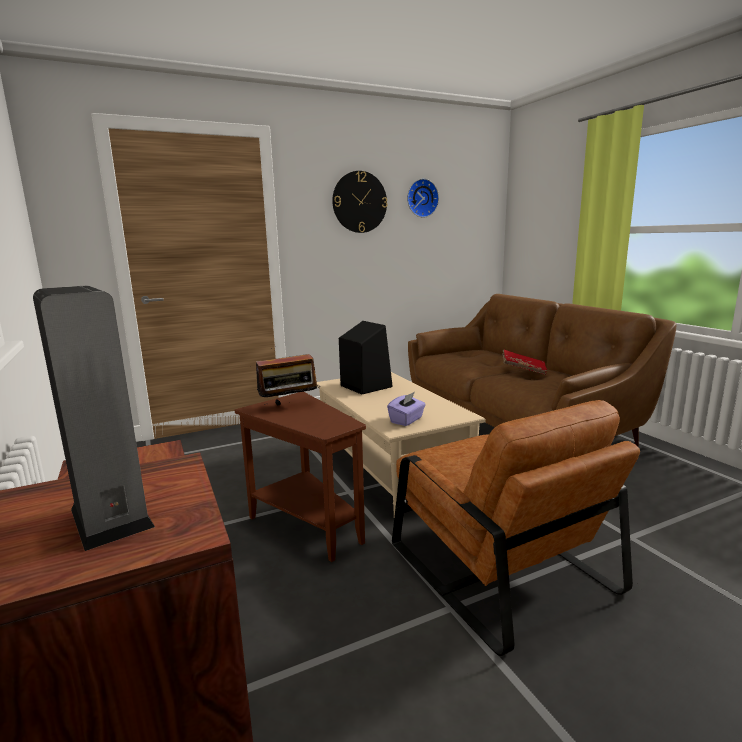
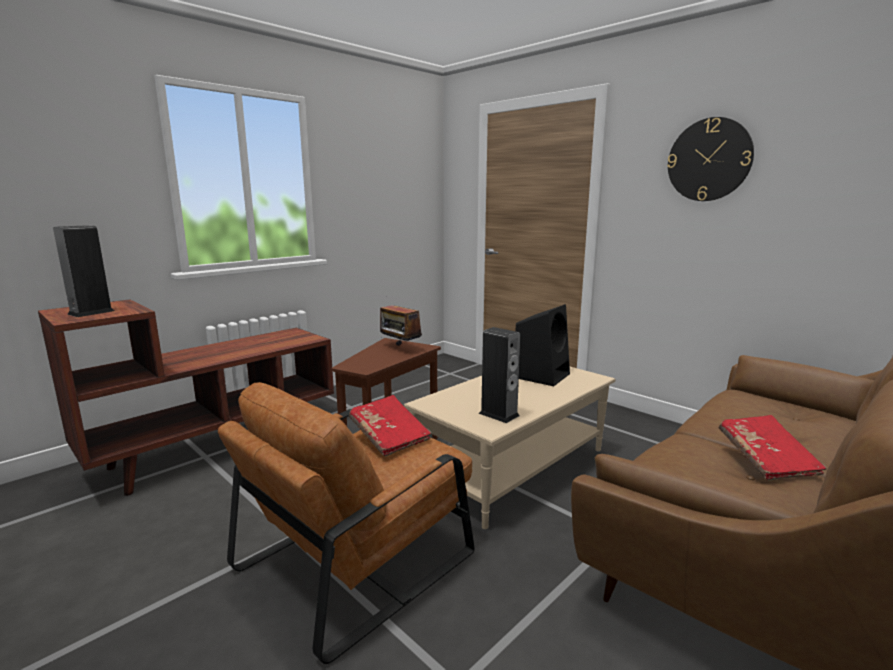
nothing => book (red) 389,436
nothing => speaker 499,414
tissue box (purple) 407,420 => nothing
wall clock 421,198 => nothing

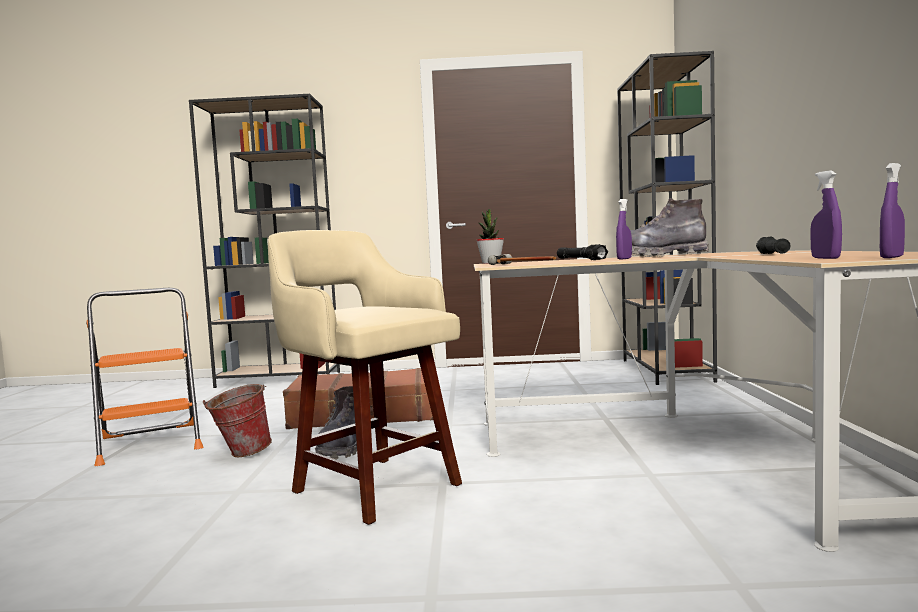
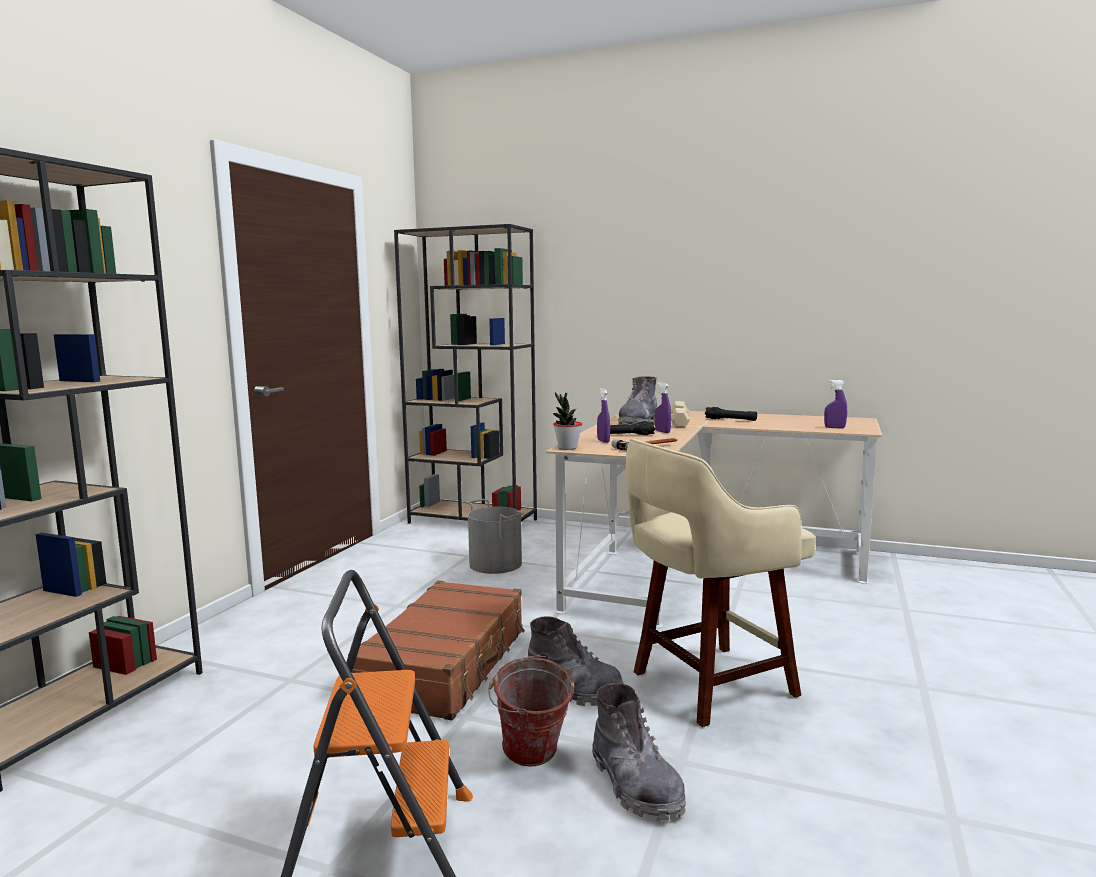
nothing => bucket (grey) 496,564
nothing => boot (grey) 636,785
spray bottle (purple) 891,257 => spray bottle (purple) 603,441, shifted
nothing => dumbbell (beige) 679,423

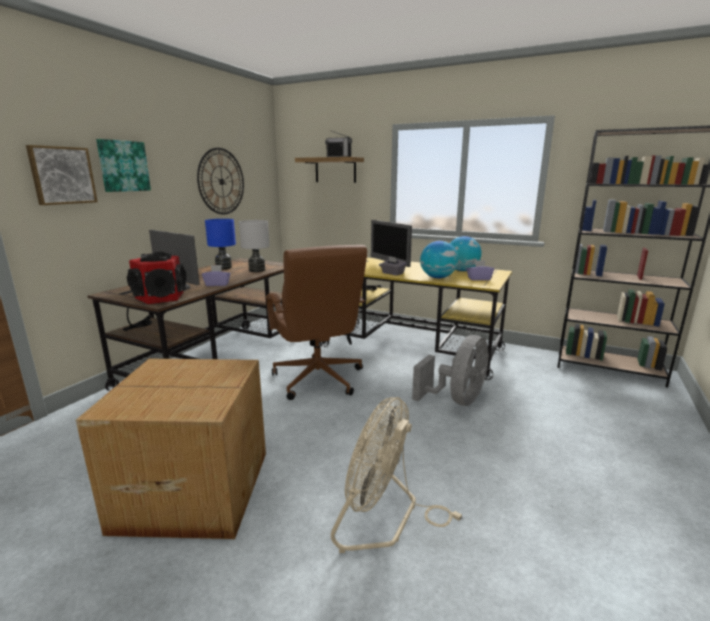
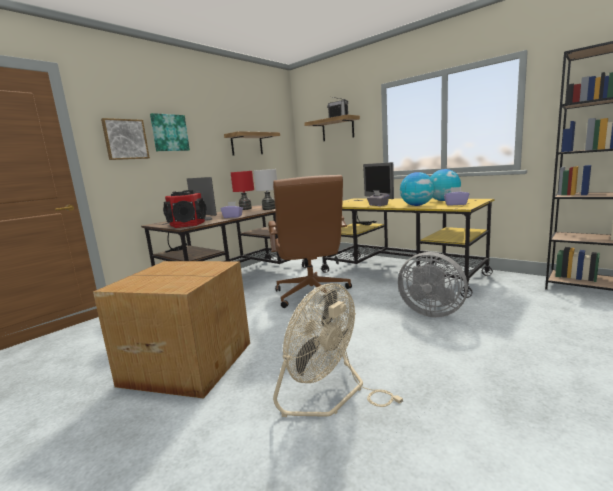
wall clock 221,181 => shelf 247,144
table lamp (blue) 223,267 => table lamp (red) 245,209
fan (grey) 457,400 => fan (grey) 430,312, 75 degrees clockwise

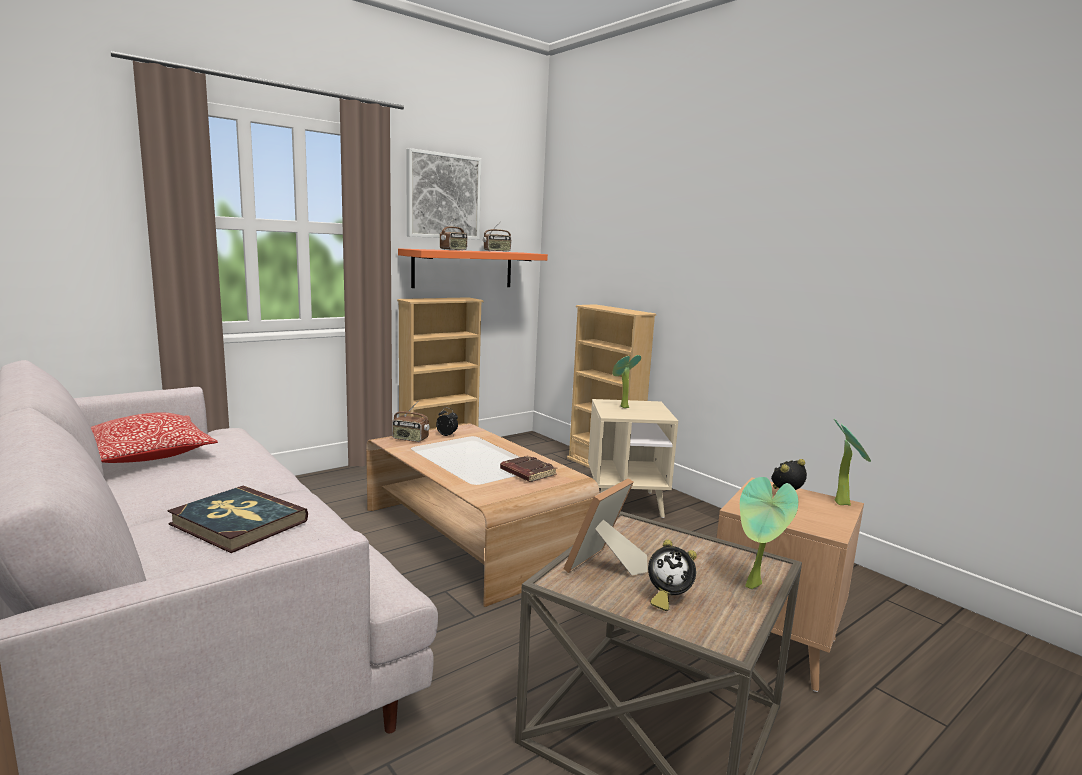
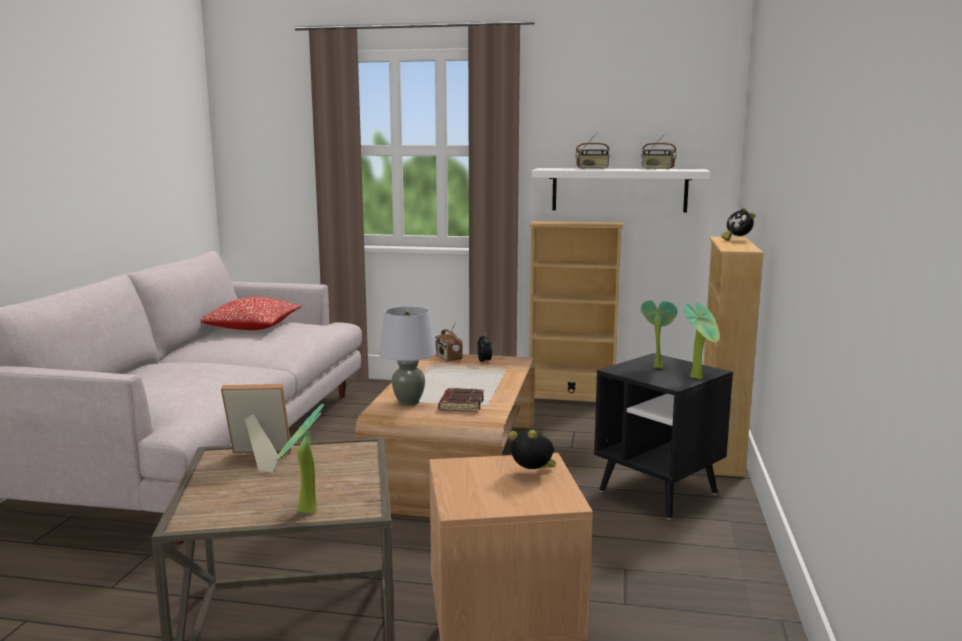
nothing => table lamp (grey) 408,402
shelf (orange) 463,269 => shelf (white) 619,190
side table (beige) 625,503 => side table (black) 658,492
potted plant 843,503 => potted plant 699,377, shifted
alarm clock 667,598 => alarm clock 737,240, shifted
book 238,523 => nothing
picture 443,196 => nothing

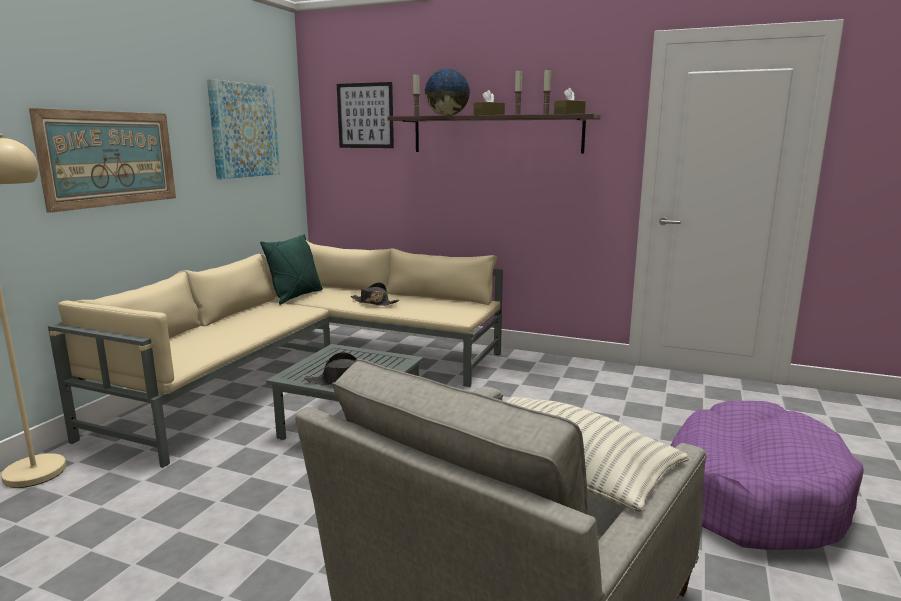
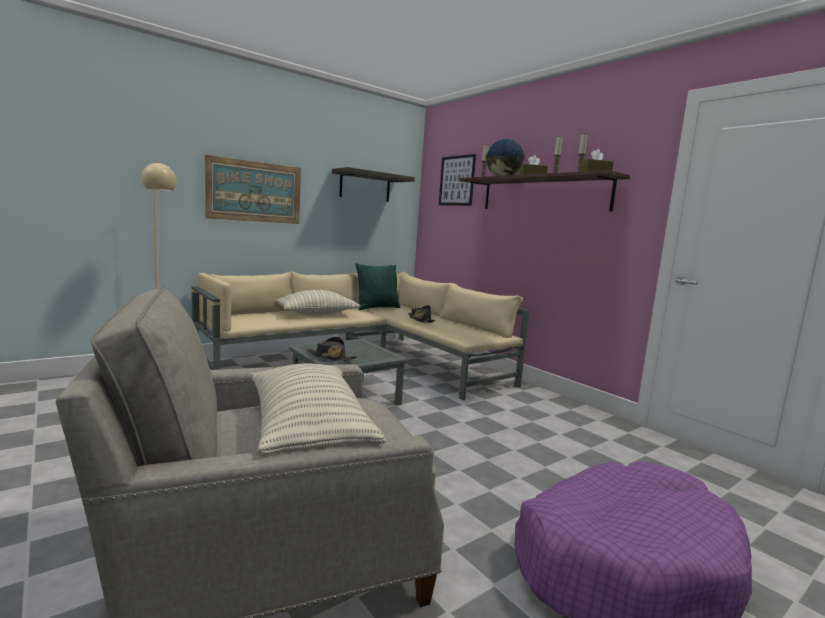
nothing => pillow 316,314
picture 244,130 => shelf 365,186

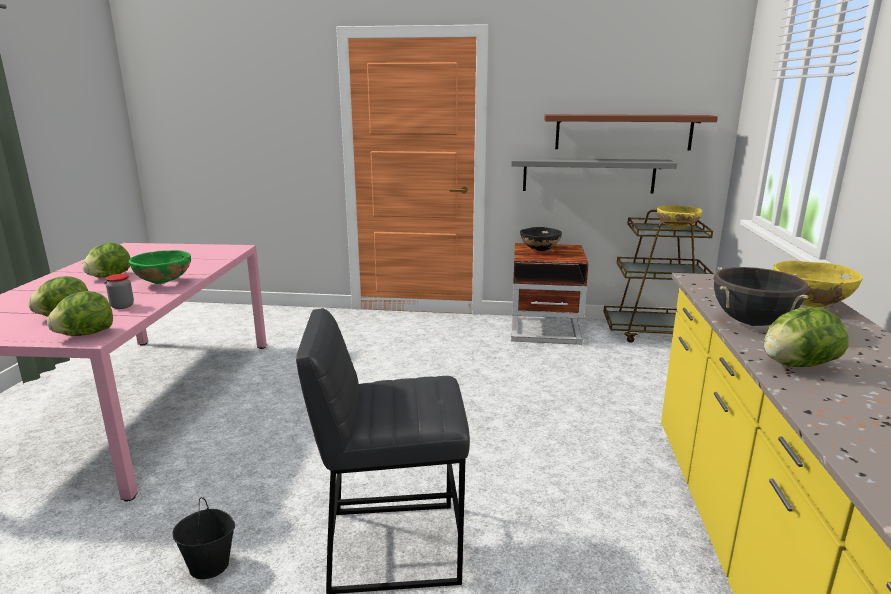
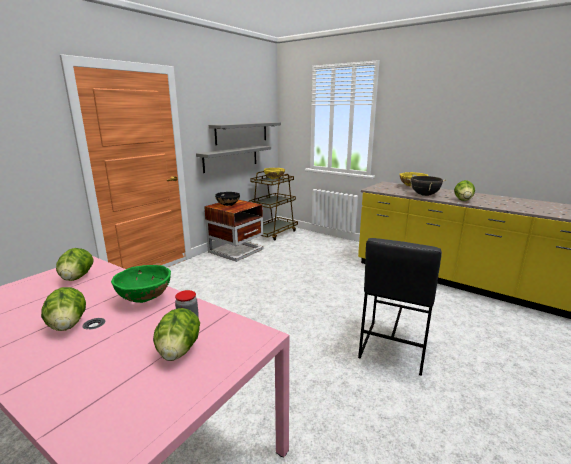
lettuce 85,334 => lettuce 77,278, shifted
shelf (brown) 623,132 => shelf (grey) 242,133
bucket (black) 210,565 => nothing

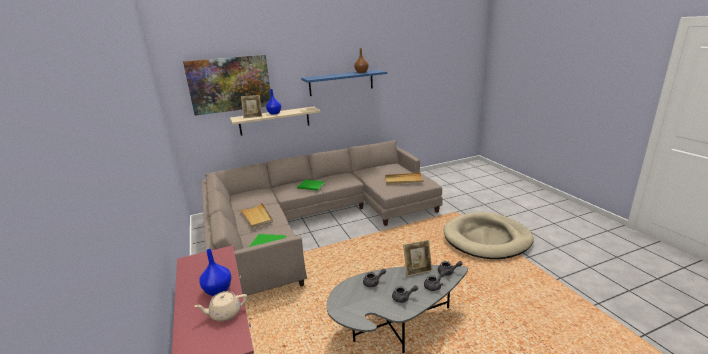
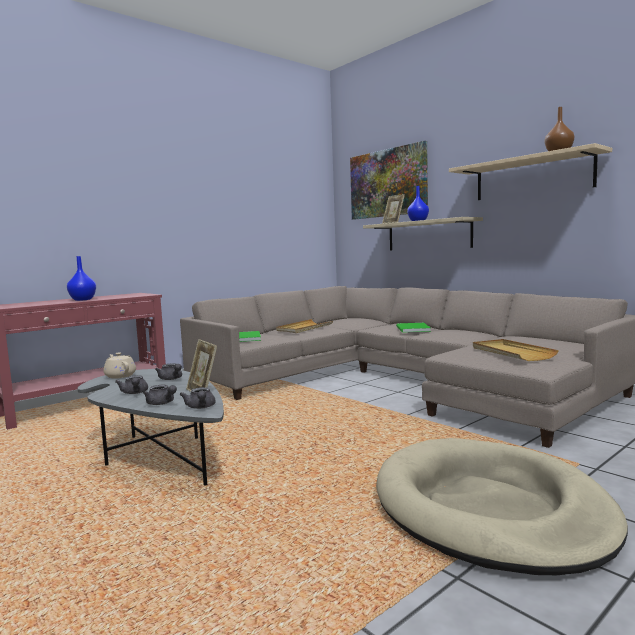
teapot (beige) 225,314 => teapot (beige) 120,376, shifted
shelf (blue) 341,82 => shelf (beige) 532,177

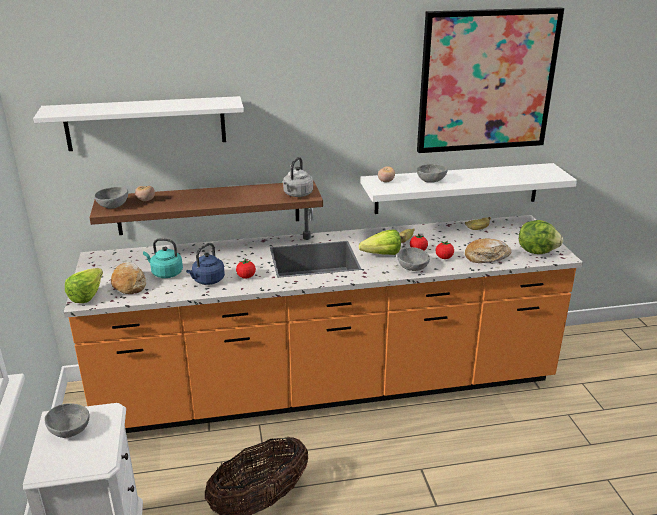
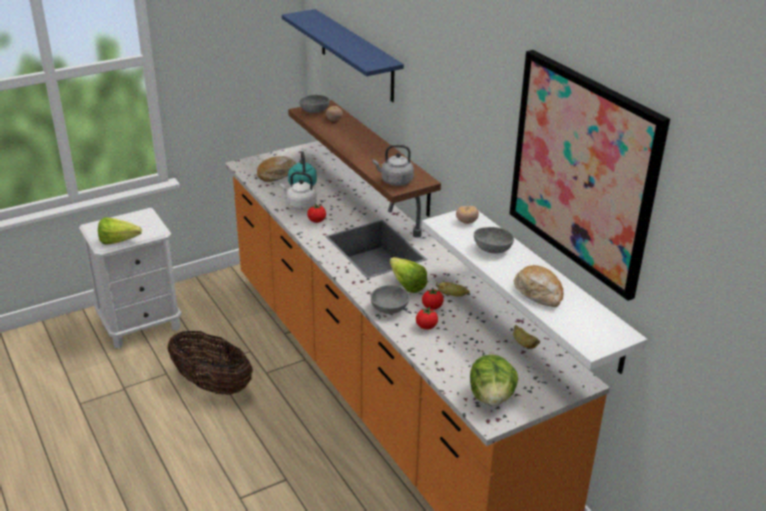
lettuce 90,294 => lettuce 122,241, shifted
kettle (blue) 207,281 => kettle (white) 300,205
shelf (white) 146,123 => shelf (blue) 356,55
bread 486,257 => bread 539,293, shifted
bowl (grey) 70,429 => nothing

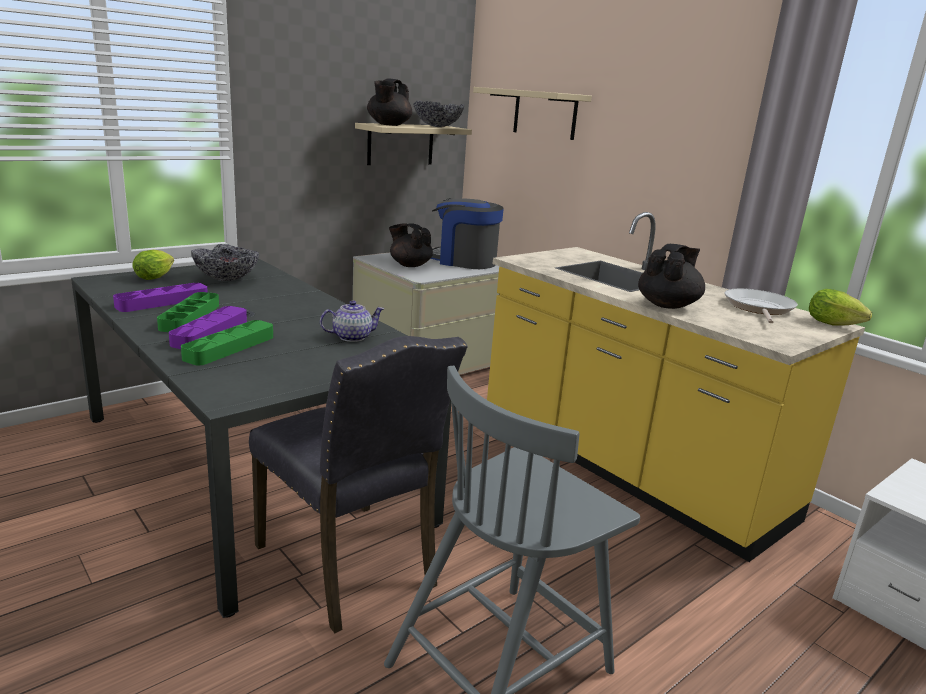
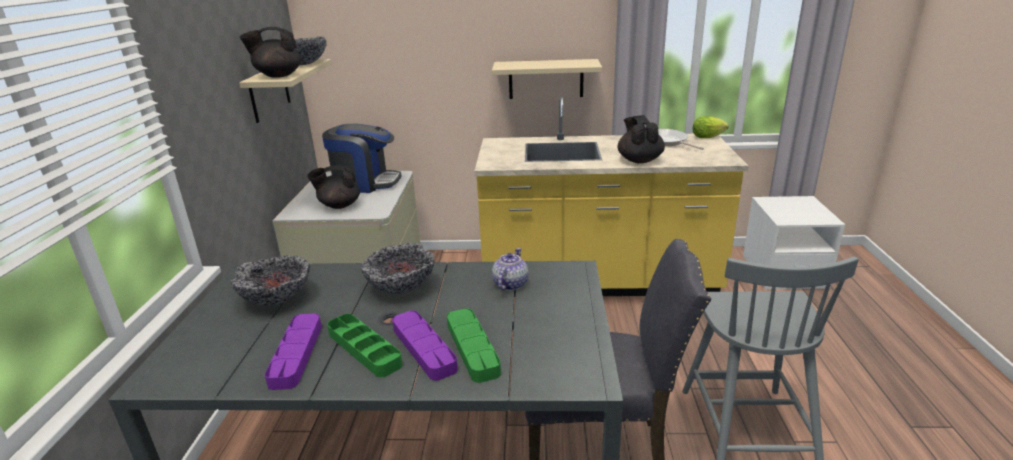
teapot (black) 388,125 => teapot (black) 278,76, 105 degrees clockwise
coffee machine 464,261 => coffee machine 365,183, 150 degrees counterclockwise
nothing => bowl 401,288
shelf (beige) 545,114 => shelf (beige) 546,79, shifted
lettuce 156,277 => nothing

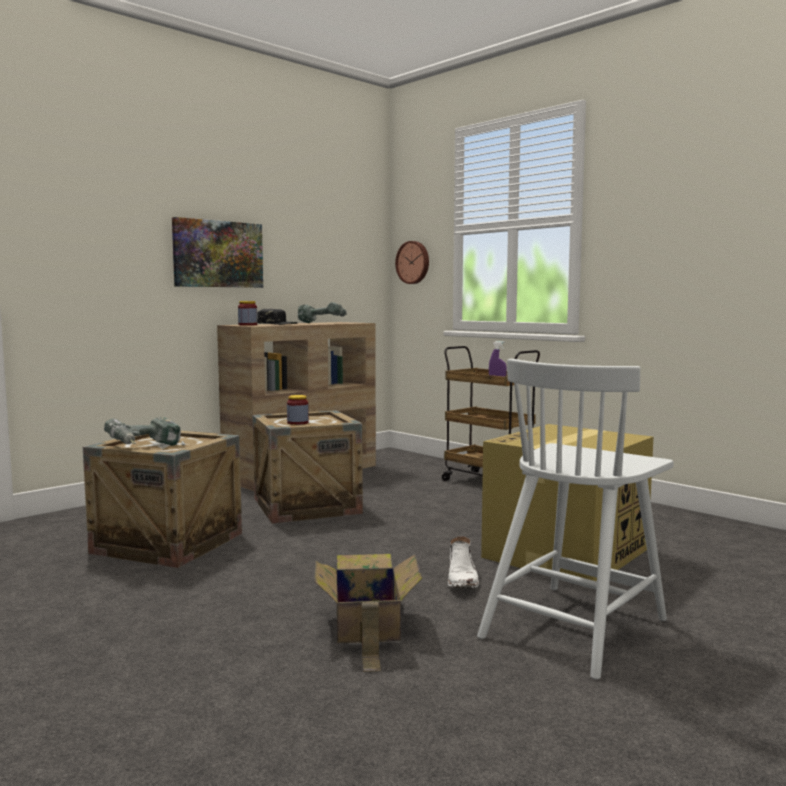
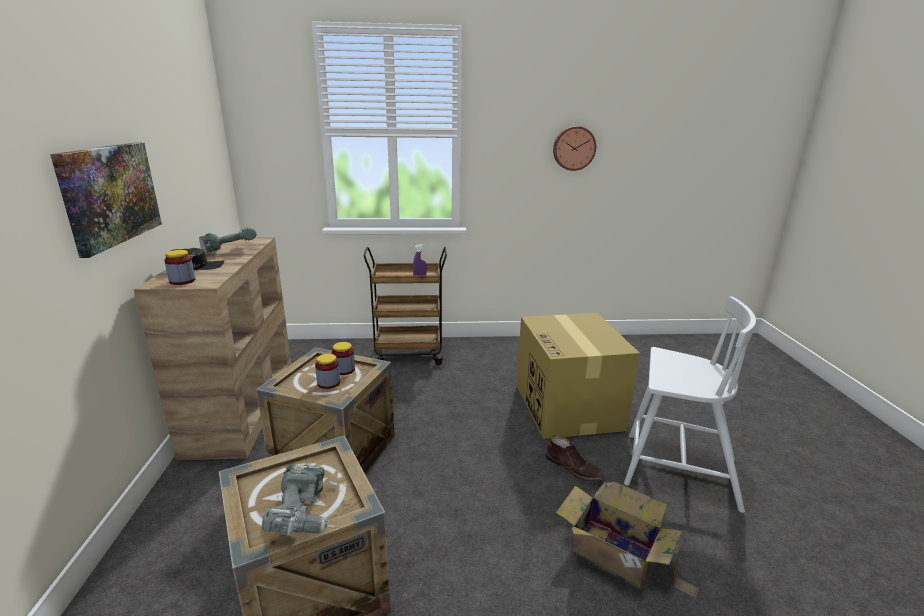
nothing => jar 344,370
boot (white) 462,579 => boot (brown) 574,468
wall clock 413,262 => wall clock 574,148, shifted
chair (white) 575,626 => chair (white) 677,470, 60 degrees counterclockwise

